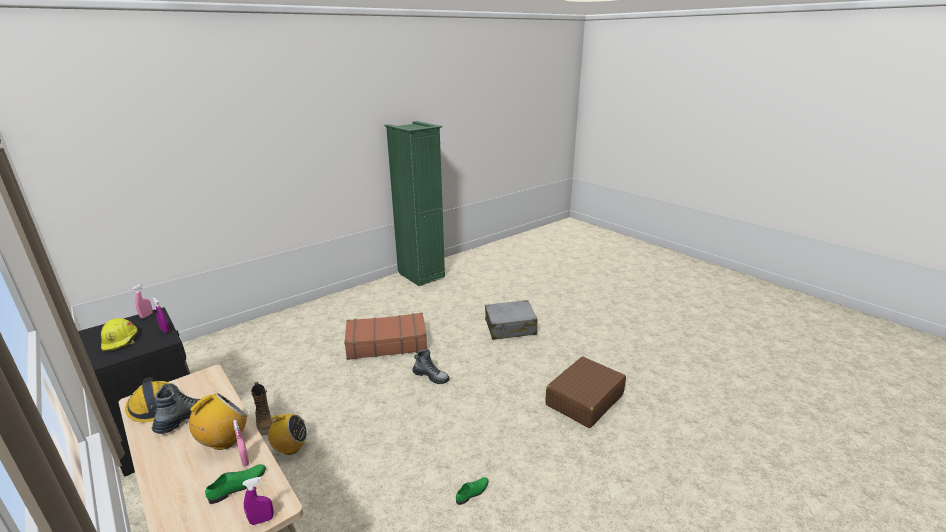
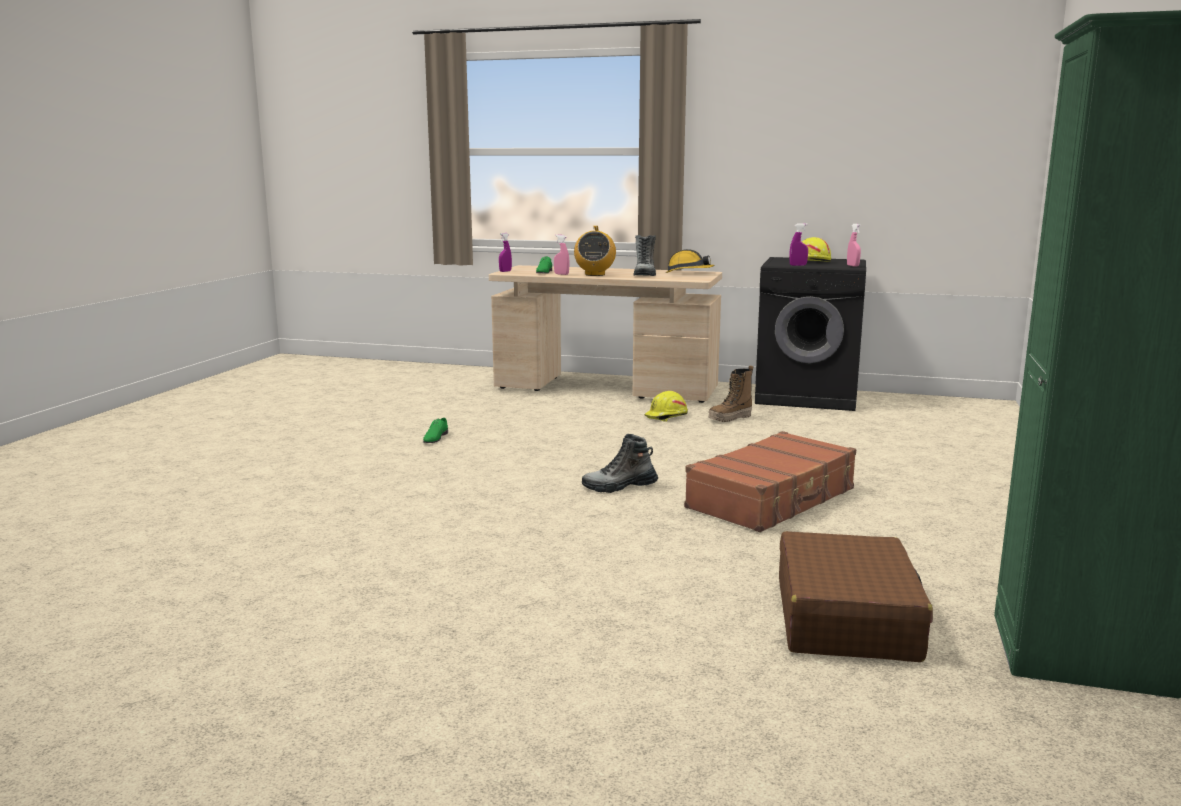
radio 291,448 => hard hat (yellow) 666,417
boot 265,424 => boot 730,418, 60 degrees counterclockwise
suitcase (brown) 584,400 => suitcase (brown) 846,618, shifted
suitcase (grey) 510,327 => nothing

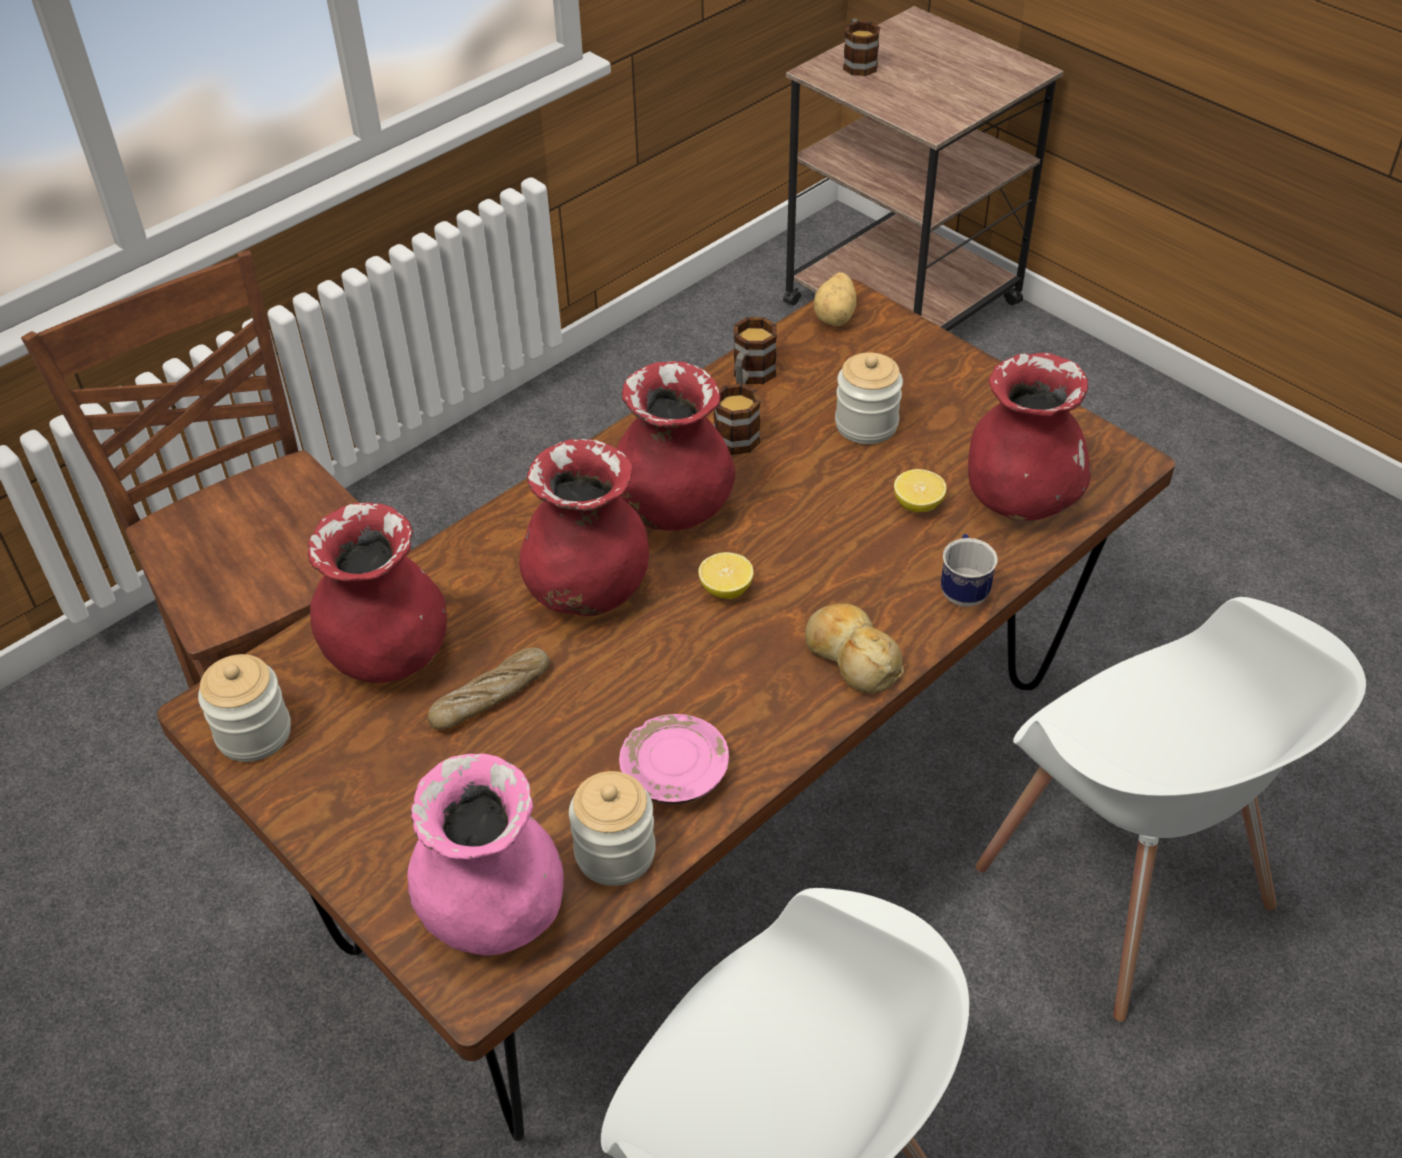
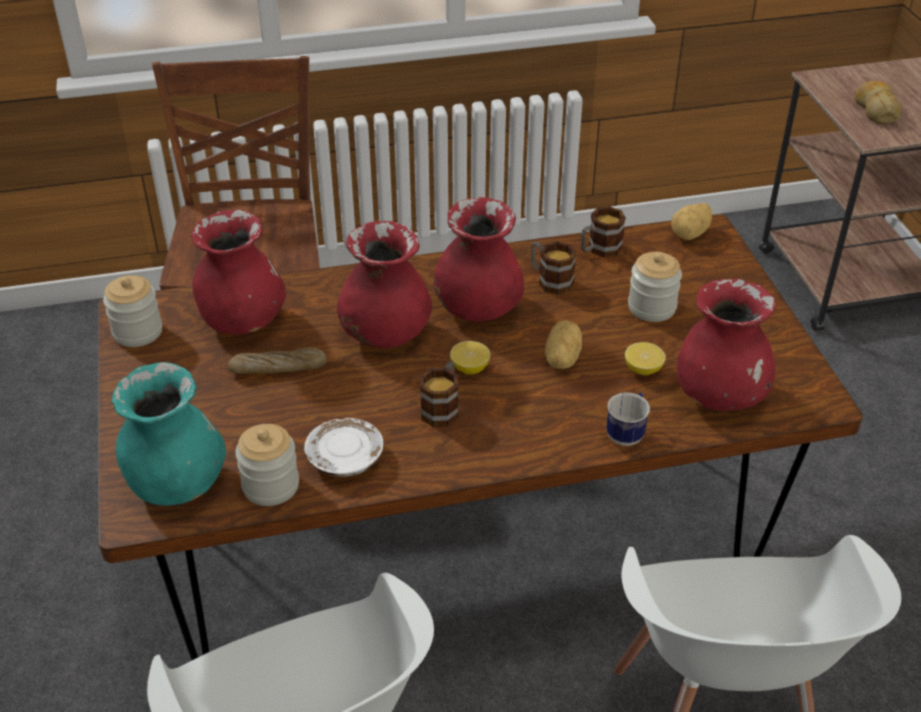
vase (pink) 493,912 => vase (turquoise) 176,484
plate (pink) 674,772 => plate (white) 344,457
mug 858,63 => mug 442,407, shifted
nothing => potato 560,359
bread 852,657 => bread 875,110, shifted

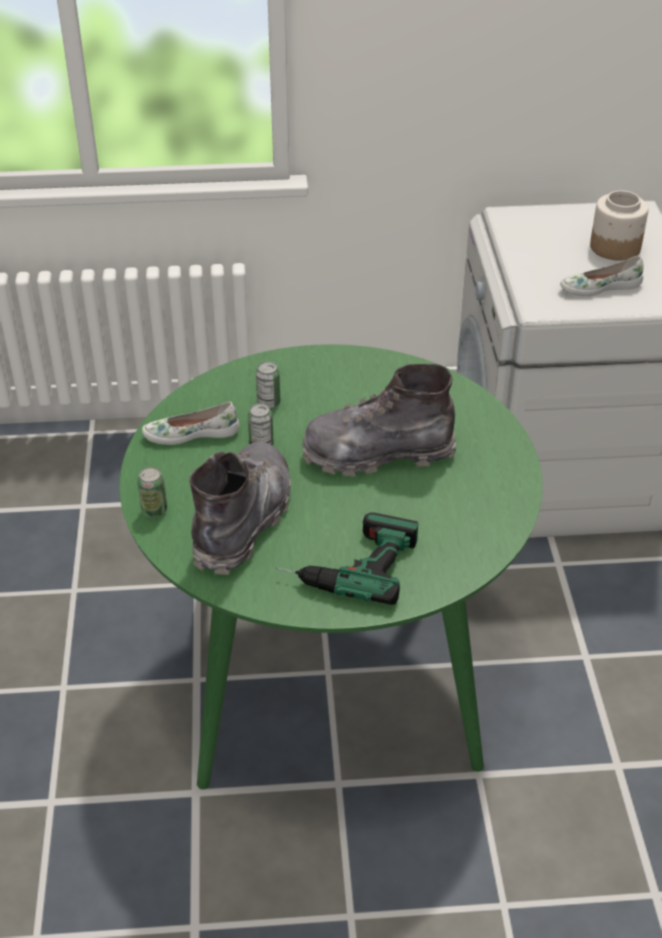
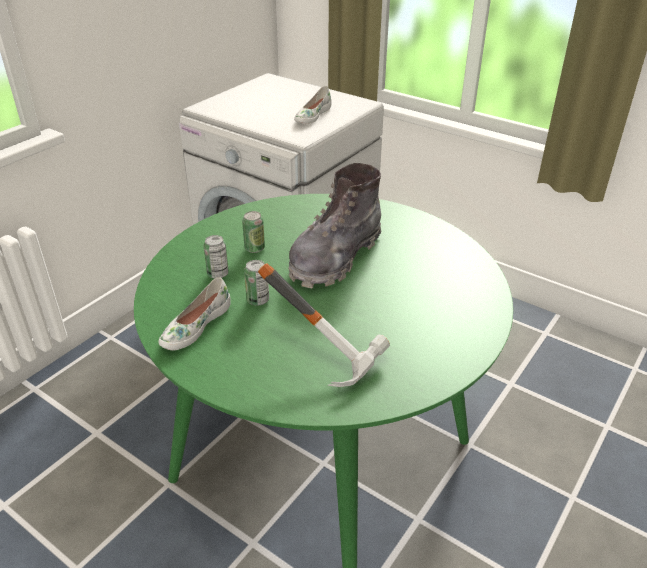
can 154,510 => can 254,248, shifted
boot (grey) 243,520 => hammer 327,350
power drill 347,562 => nothing
jar 614,247 => nothing

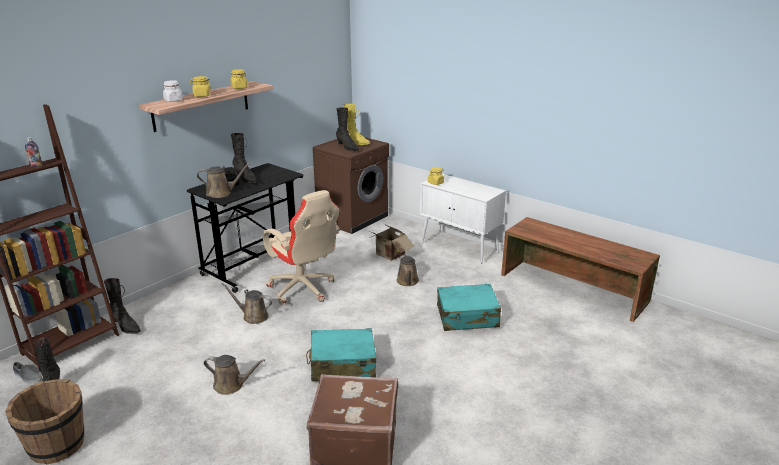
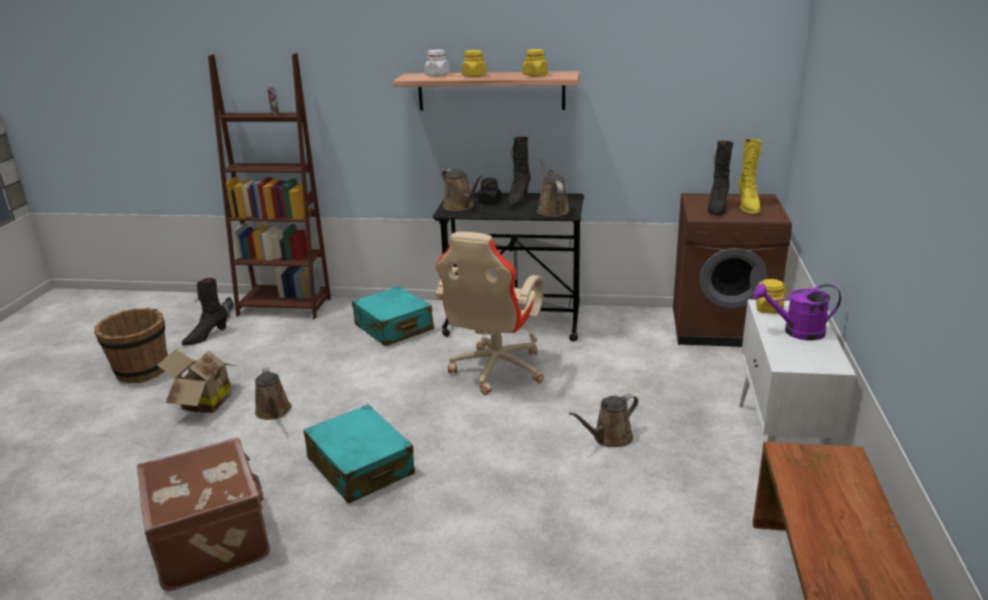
cardboard box 389,256 => cardboard box 203,403, shifted
suitcase (turquoise) 467,317 => suitcase (turquoise) 394,328, shifted
watering can (brown) 253,316 => watering can (brown) 552,210, shifted
nothing => watering can (purple) 796,332
boot (black) 125,326 => nothing

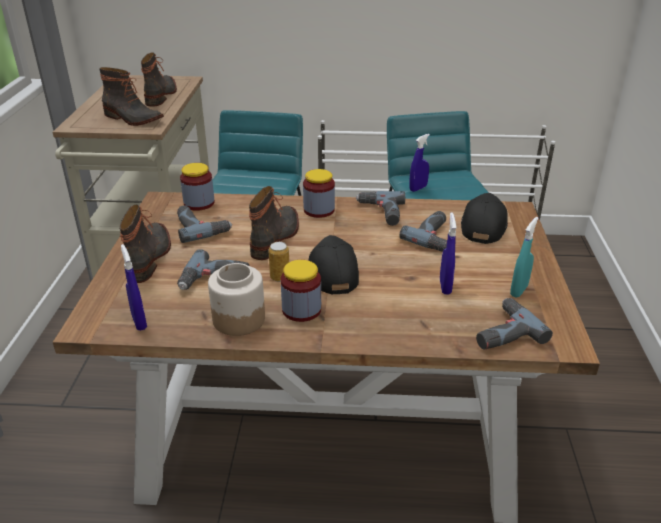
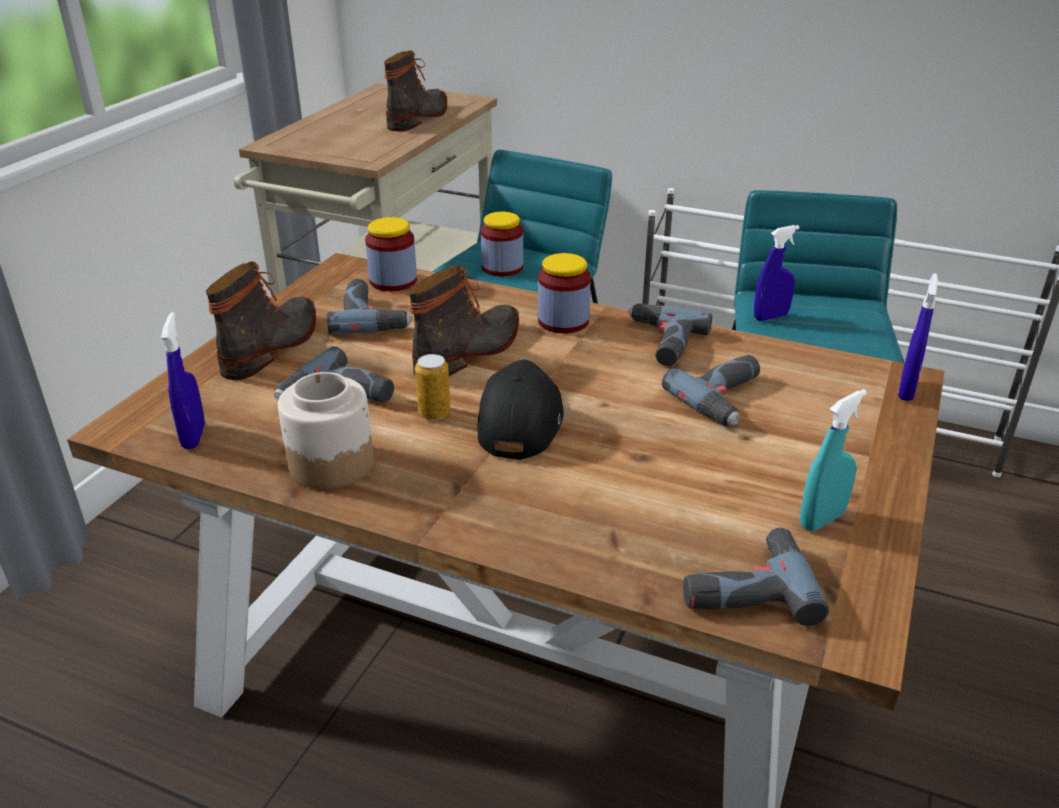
jar 301,310 => jar 502,267, shifted
spray bottle (blue) 445,287 => spray bottle (blue) 906,390, shifted
boot 132,119 => nothing
cap (black) 482,226 => nothing

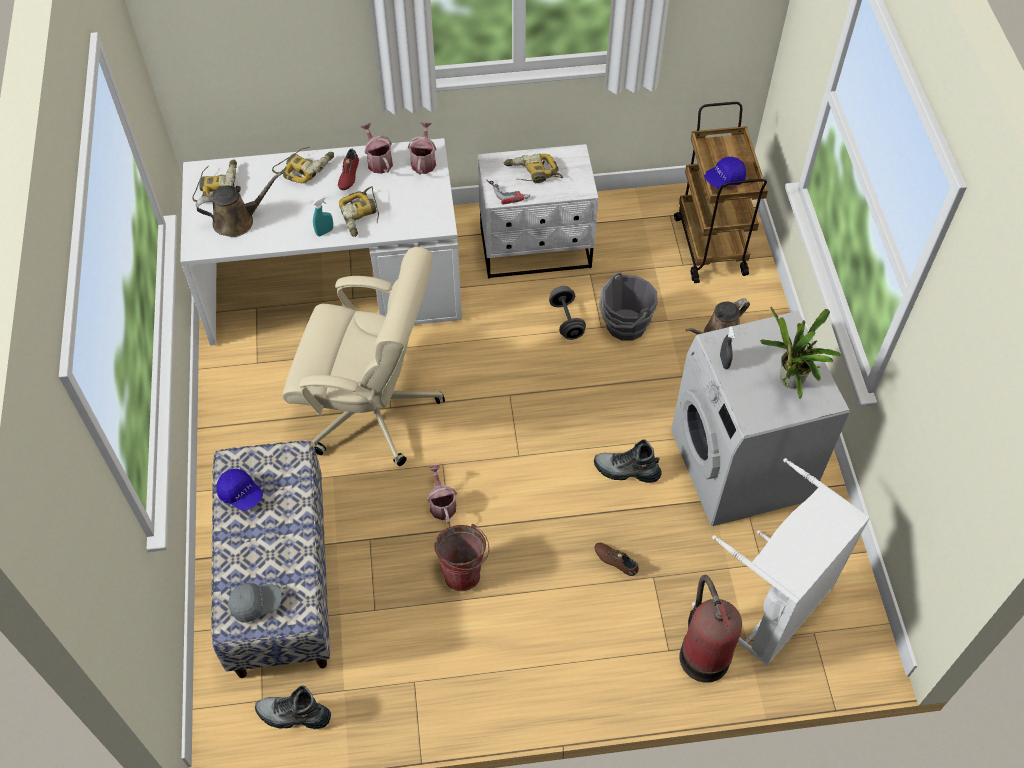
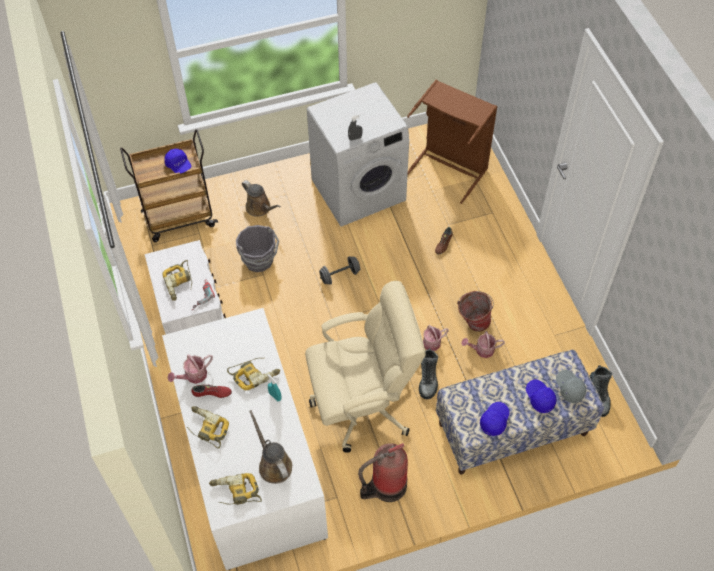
office chair (beige) 371,409 => office chair (beige) 363,405, 75 degrees clockwise
dumbbell (grey) 566,320 => dumbbell (grey) 340,275, shifted
fire extinguisher 702,653 => fire extinguisher 386,487, shifted
laundry basket (white) 774,606 => laundry basket (brown) 450,167
boot 626,470 => boot 428,379, shifted
watering can 424,161 => watering can 481,350, shifted
nothing => cap (blue) 539,398
potted plant 789,383 => nothing

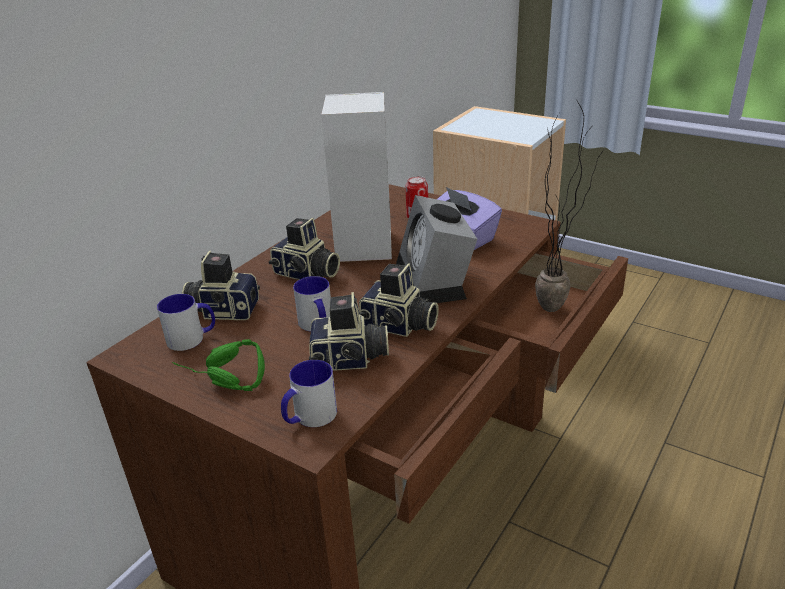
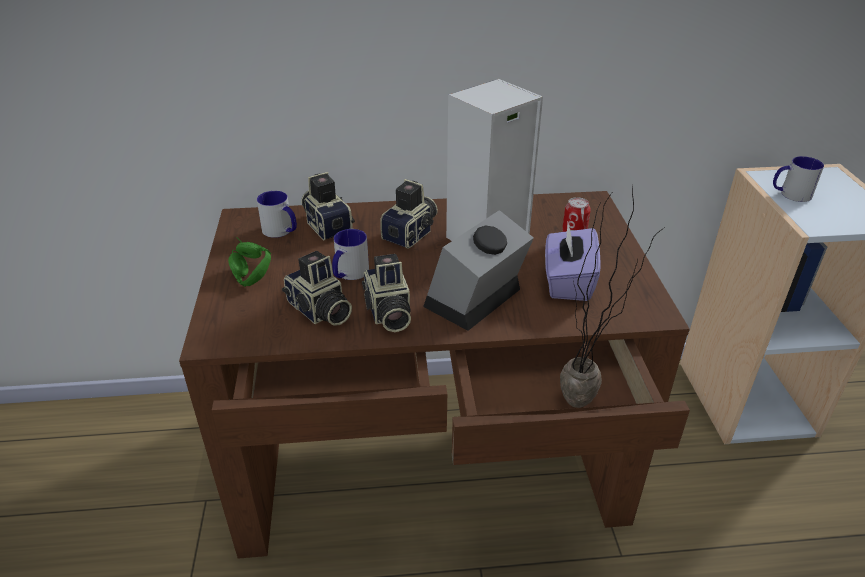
photo camera 306,274 => photo camera 412,233, 135 degrees counterclockwise
mug 309,417 => mug 790,194, shifted

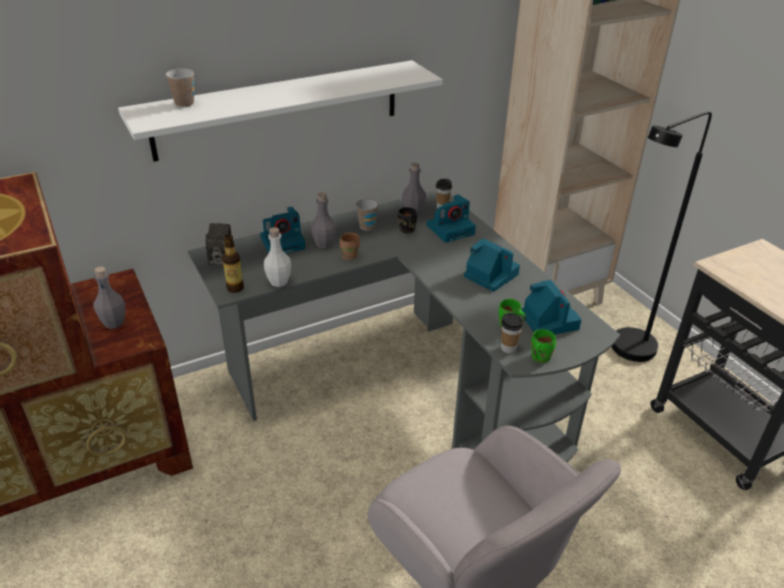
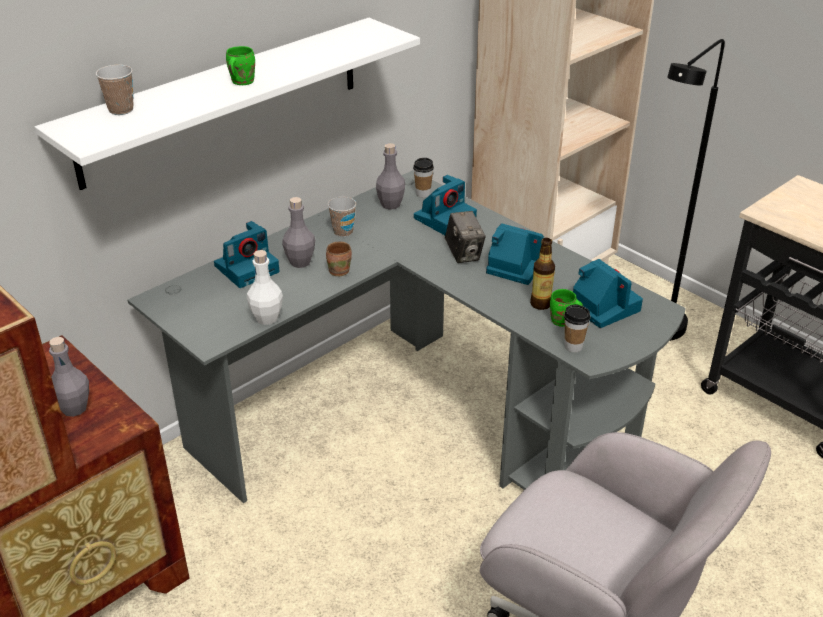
mug (green) 539,357 => mug (green) 240,82, shifted
photo camera 221,258 => photo camera 464,254, shifted
bottle 235,288 => bottle 540,304, shifted
mug (black) 406,230 => nothing

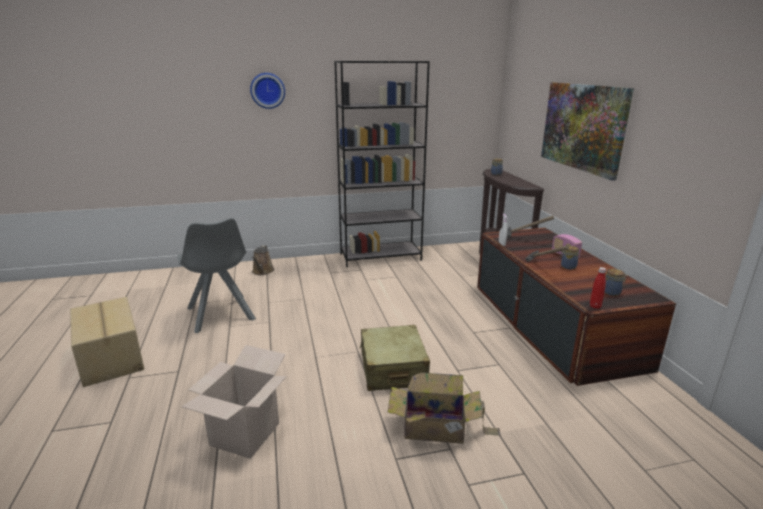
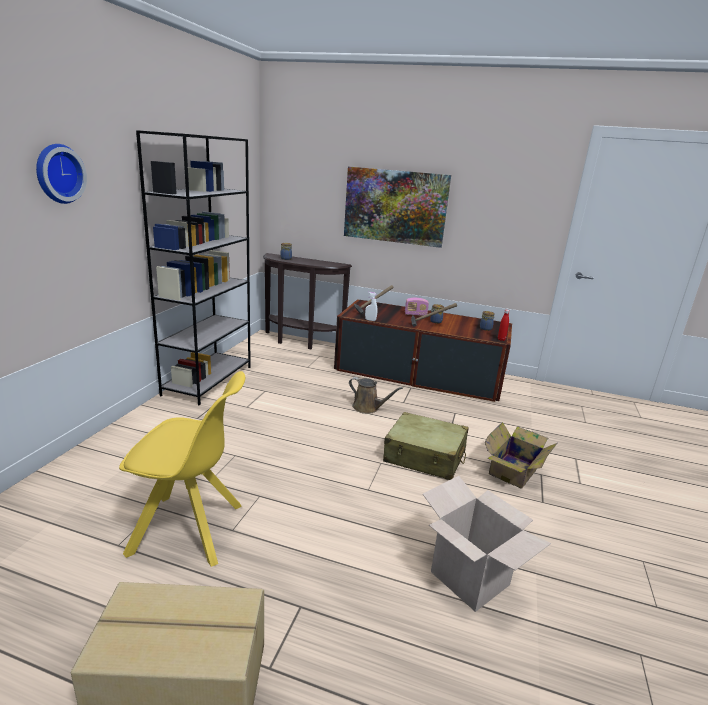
chair (grey) 220,314 => chair (yellow) 189,529
watering can (brown) 262,271 => watering can (brown) 368,408, shifted

